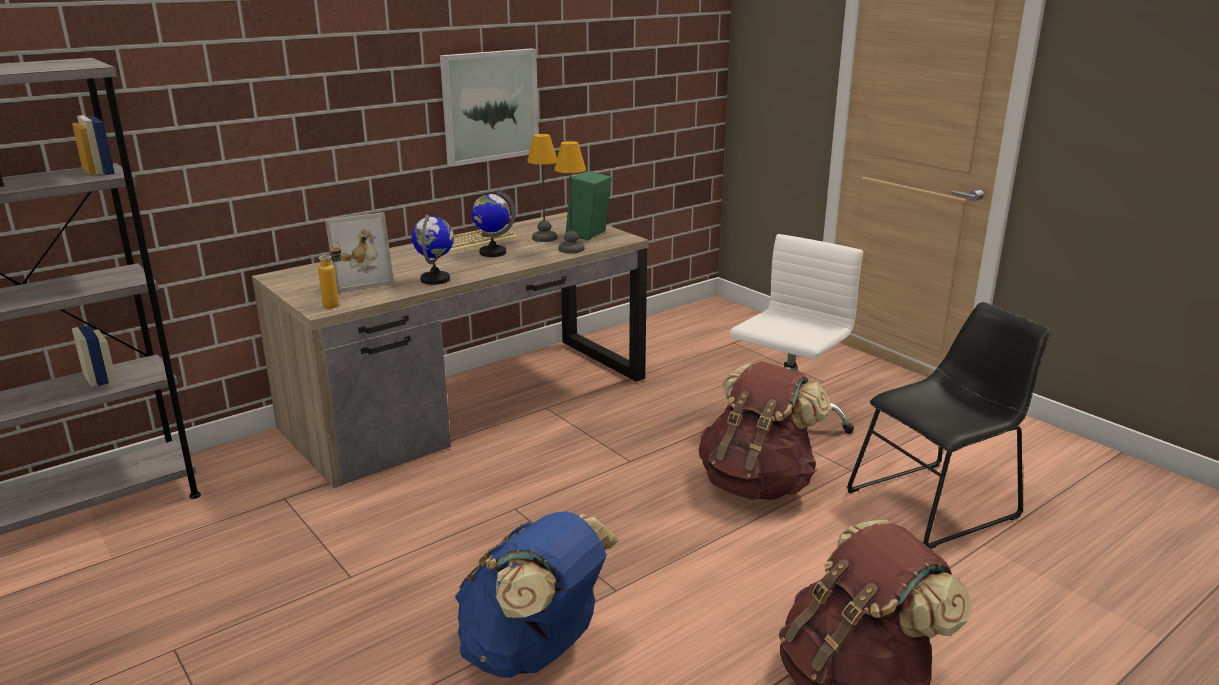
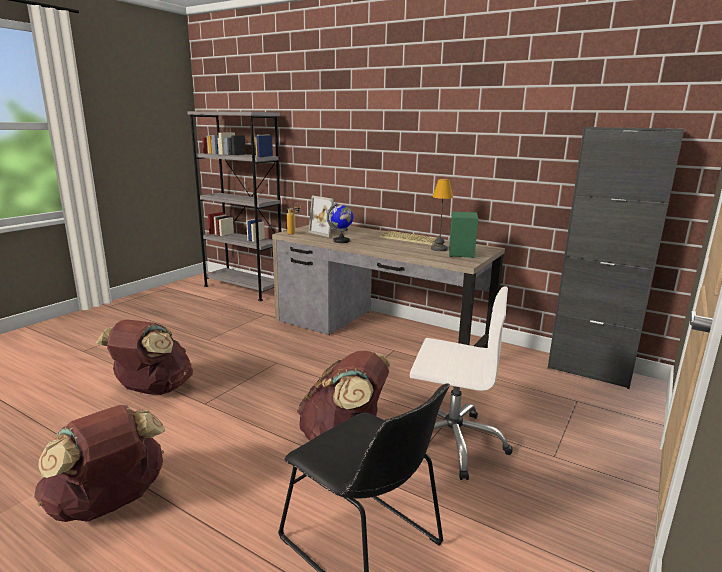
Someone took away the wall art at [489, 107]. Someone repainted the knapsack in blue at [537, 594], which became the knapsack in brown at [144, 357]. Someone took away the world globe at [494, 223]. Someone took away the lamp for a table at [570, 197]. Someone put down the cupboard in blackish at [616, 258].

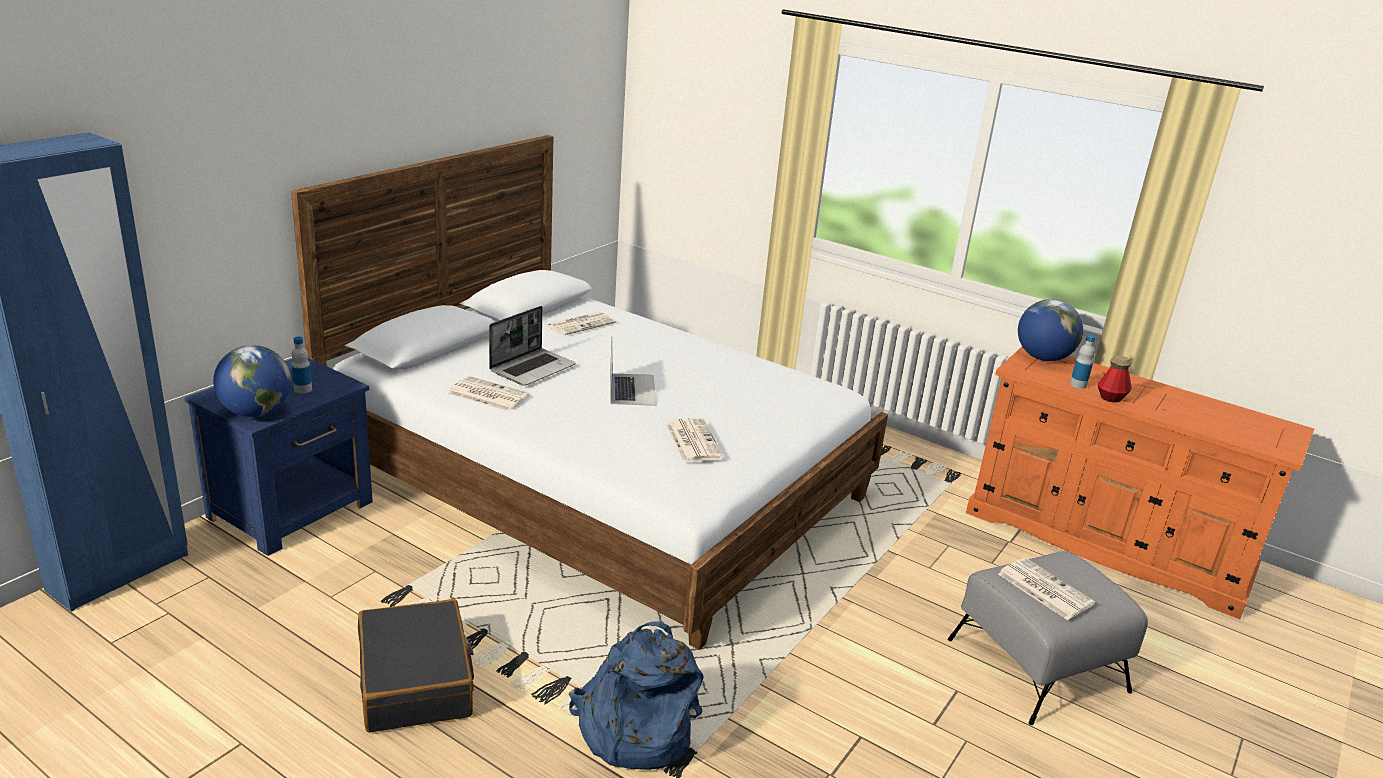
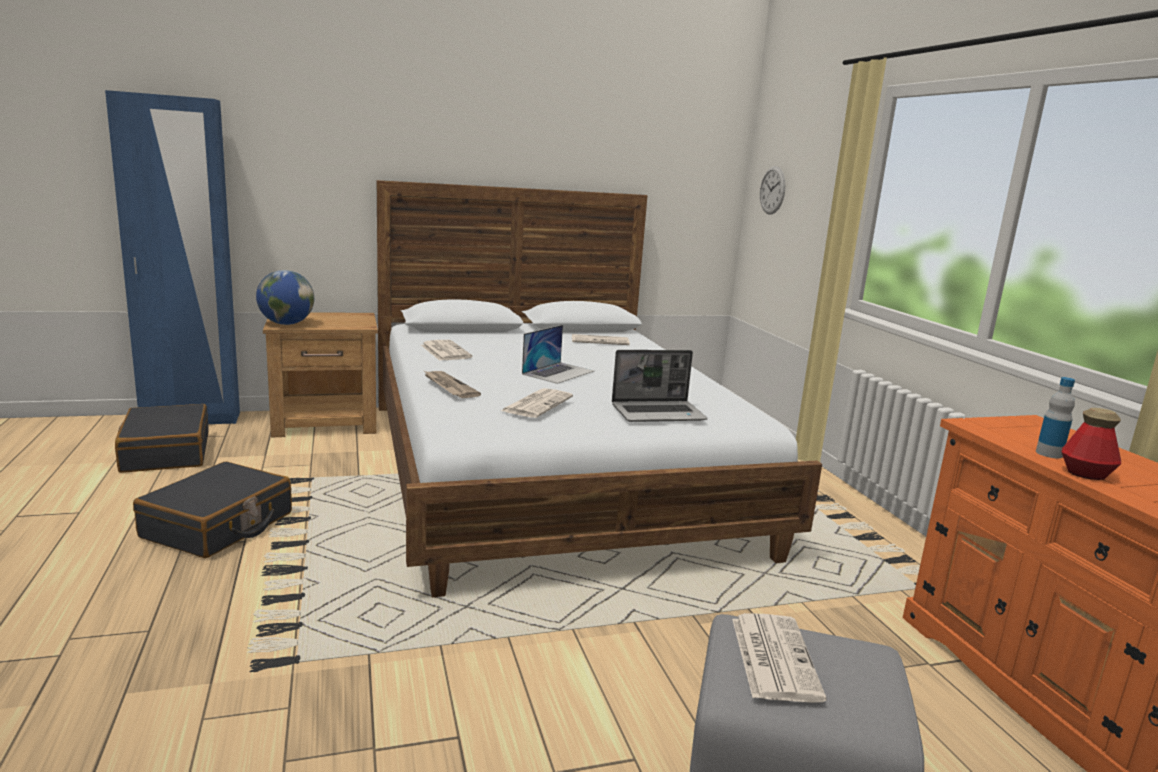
Someone repainted the bedside table in blue at [279, 457], which became the bedside table in brown at [320, 375]. Someone took away the bottle at [301, 365]. Someone carried the portable computer from [532, 346] to [660, 386]. Someone took away the knapsack in blue at [636, 695]. Someone took away the world globe at [1050, 330]. Someone put down the suitcase in blackish at [161, 438]. Someone put down the printed paper at [452, 384]. Someone put up the wall clock at [773, 190].

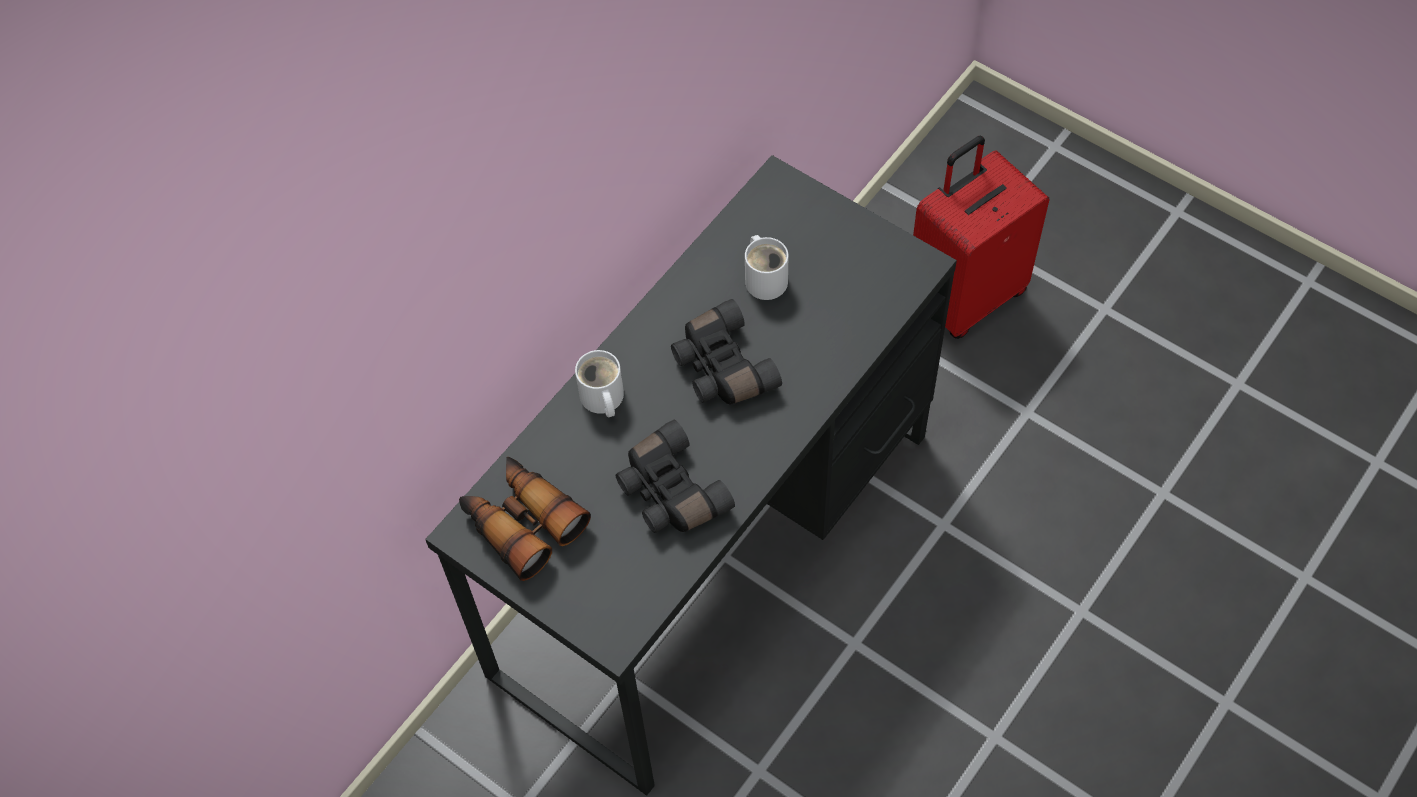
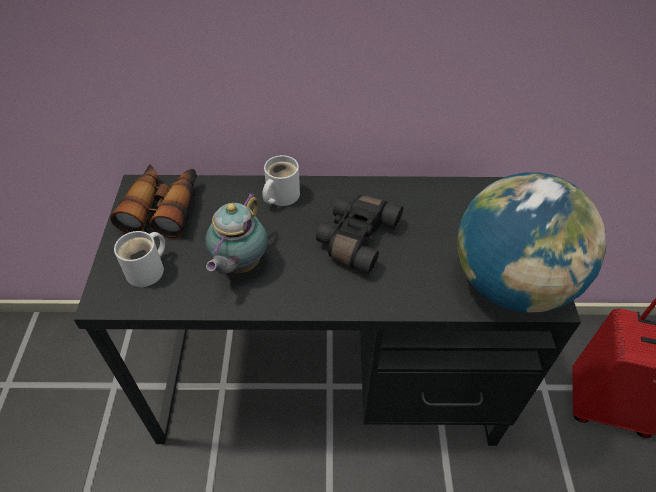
Someone swapped the pair of binoculars in blackish at [675, 476] for the teapot at [237, 233]. Someone carried the coffee mug in white from [767, 267] to [139, 259]. Someone put down the world globe at [531, 242].

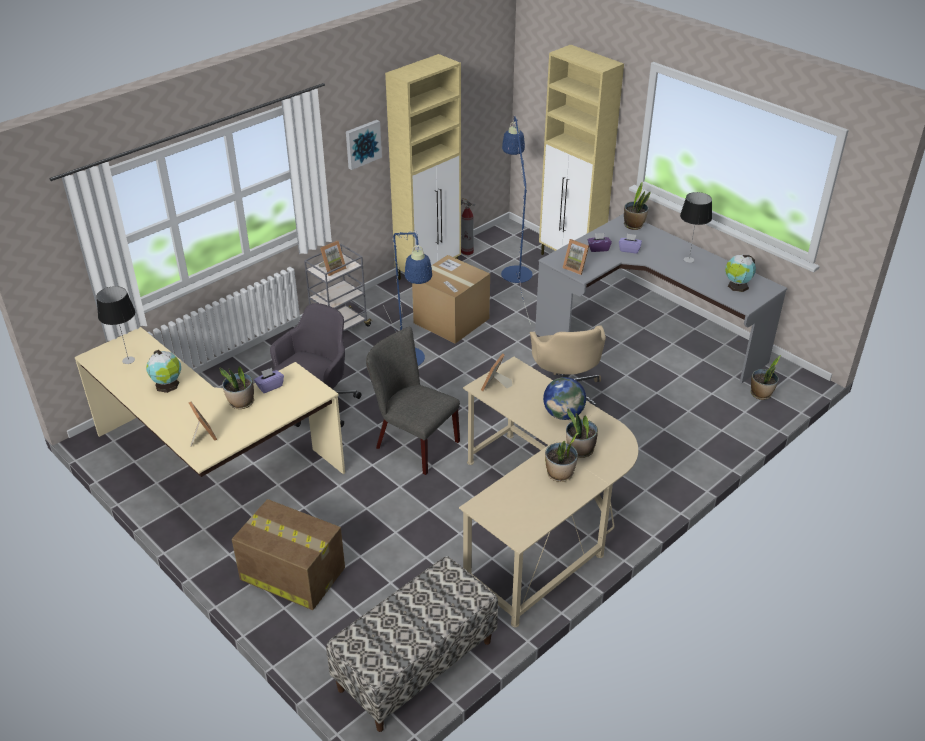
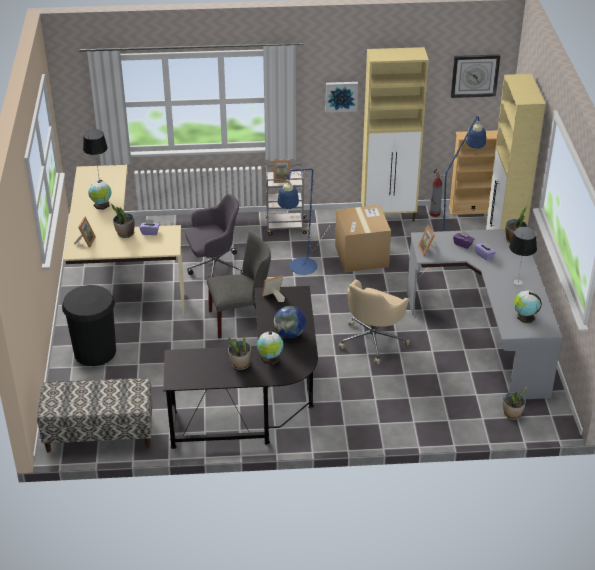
Someone swapped the cardboard box at [288, 554] for the trash can in blackish at [89, 325]. Someone rotated the chair in greyish at [413, 401] by 90 degrees clockwise. Someone repainted the desk unit in beige at [548, 492], which became the desk unit in blackish at [240, 367]. Someone swapped the potted plant at [582, 433] for the world globe at [269, 347]. Someone put down the bookshelf in beige at [473, 172]. Someone put up the wall clock at [475, 76].

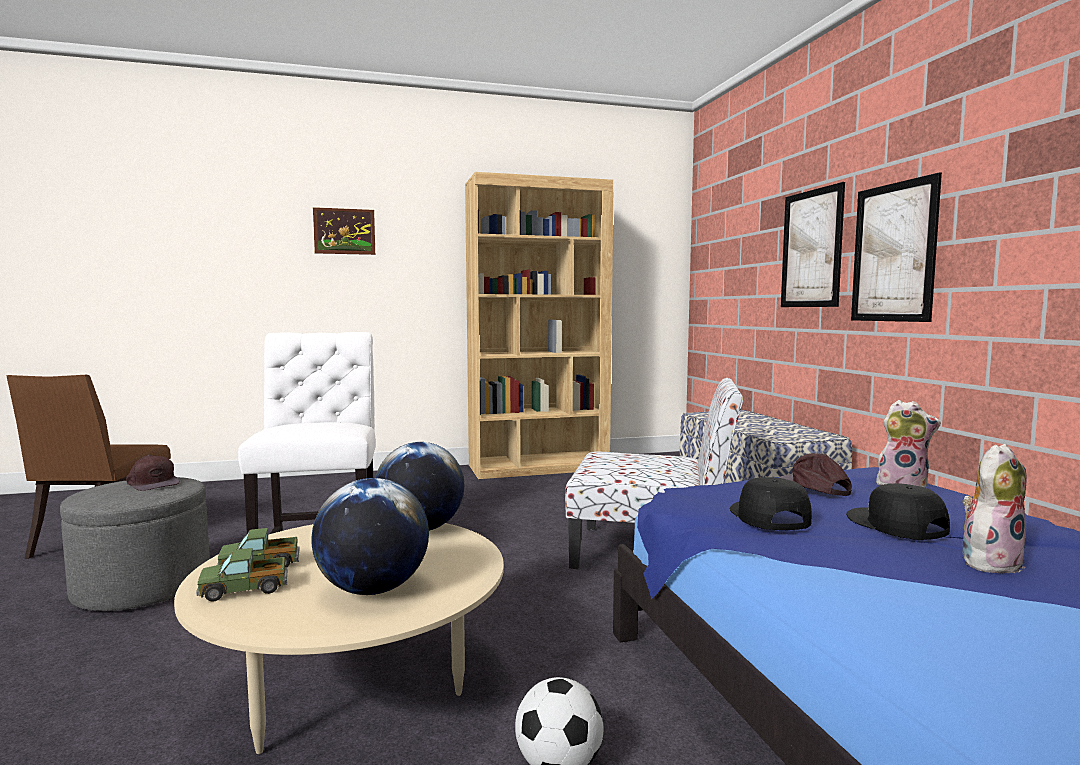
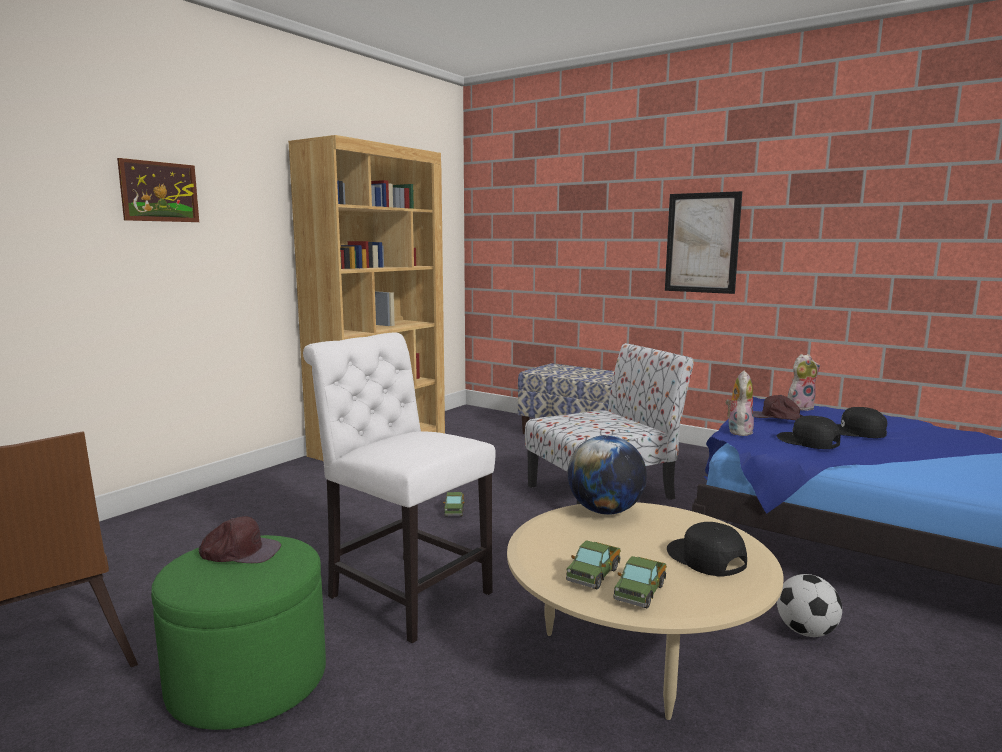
Someone repainted the footrest in greyish at [135, 544], which became the footrest in green at [238, 632]. Someone swapped the world globe at [370, 536] for the baseball cap in blackish at [707, 549]. Someone took away the wall art at [813, 244]. Someone carried the soft toy from [994, 508] to [740, 403]. Someone put down the toy lorry at [454, 504].

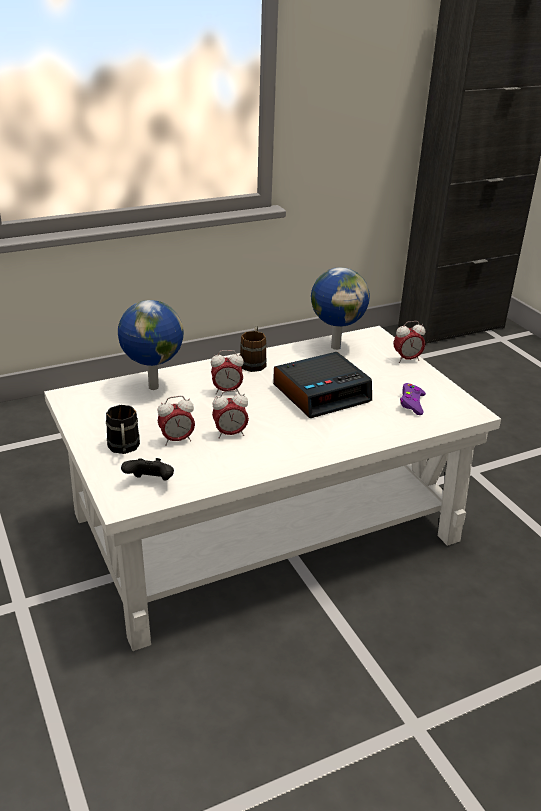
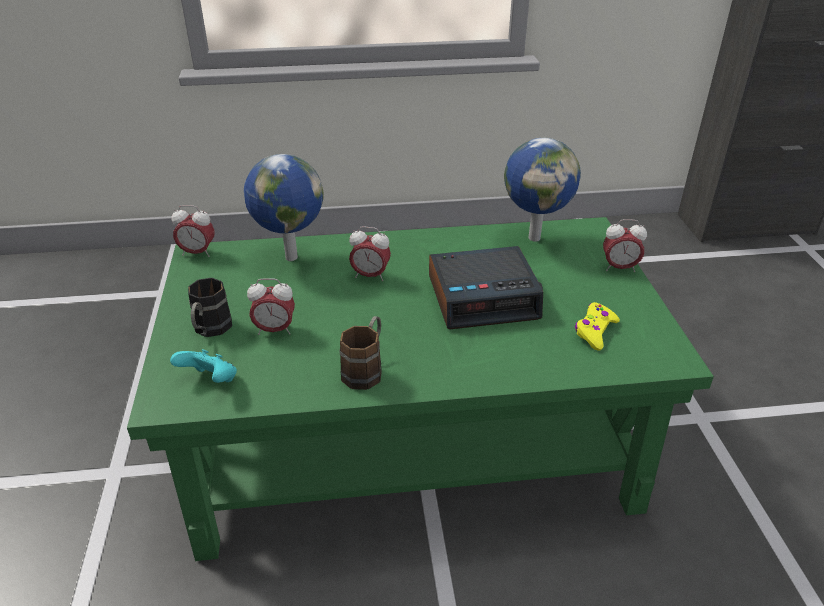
Someone repainted the low table in white at [272, 488], which became the low table in green at [420, 389]. Someone repainted the gamepad in blackish at [147, 469], which became the gamepad in turquoise at [203, 366]. Someone carried the alarm clock from [230, 414] to [193, 231]. Someone carried the coffee mug in brown from [253, 349] to [361, 353]. Someone repainted the gamepad in purple-coloured at [413, 399], which became the gamepad in yellowish at [597, 326].

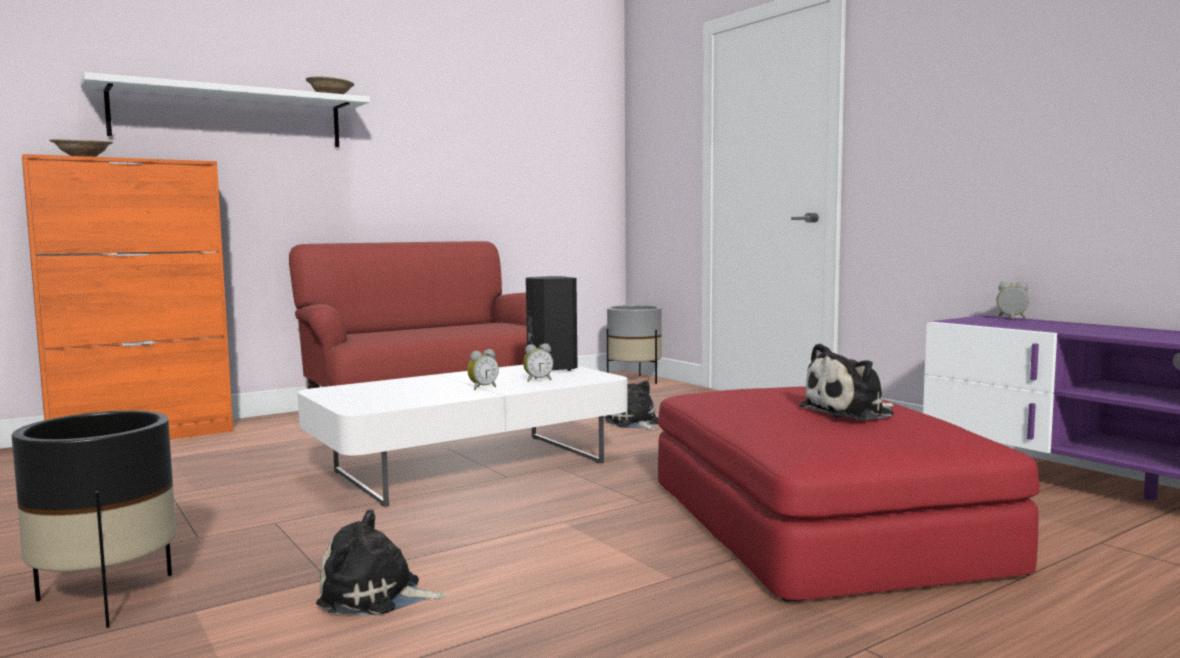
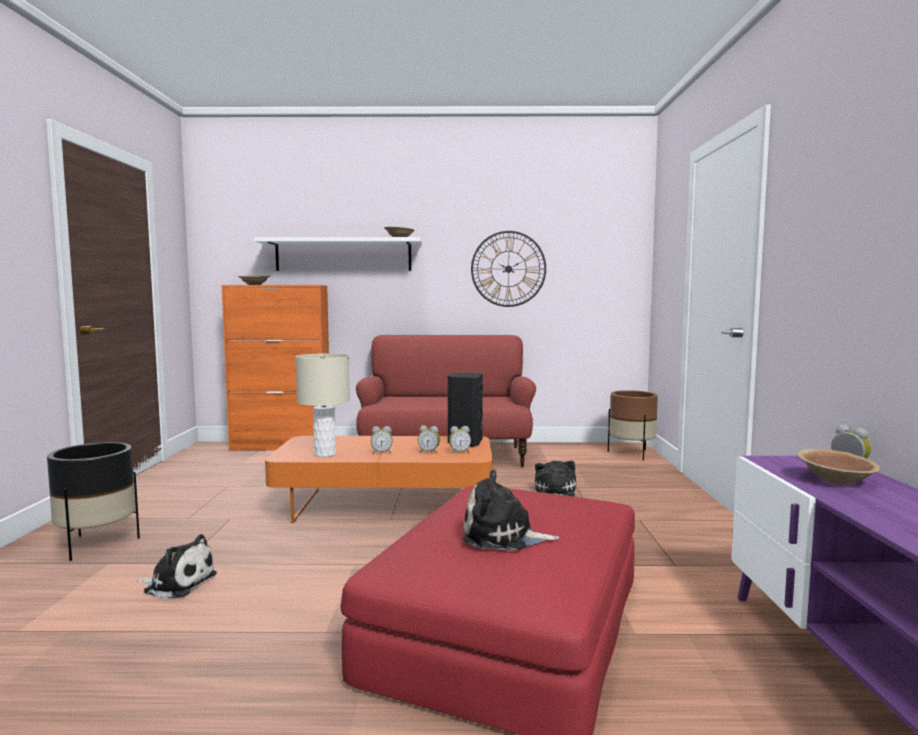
Someone repainted the low table in white at [463, 436], which became the low table in orange at [379, 479]. Someone rotated the soft toy at [381, 562] by 150 degrees clockwise. Someone repainted the plant pot in greyish at [634, 344], which became the plant pot in brown at [633, 425]. Someone put down the lamp for a table in beige at [323, 405]. Someone put down the alarm clock at [460, 440]. Someone put up the wall clock at [508, 269]. Someone put down the serving bowl in brown at [838, 467].

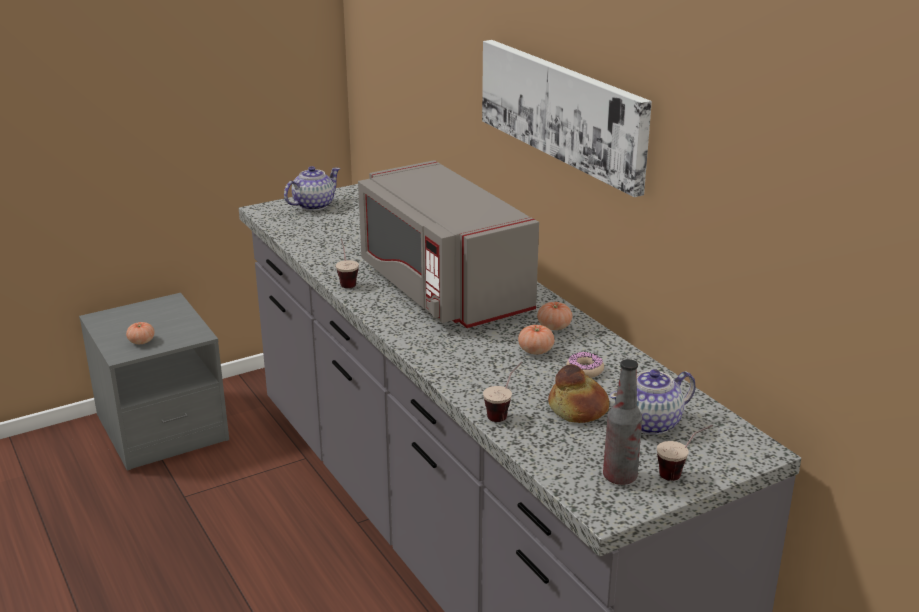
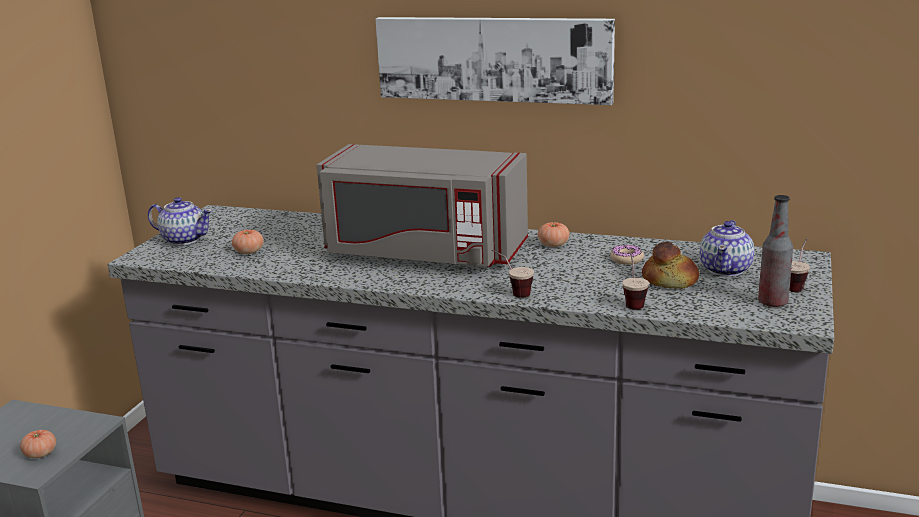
Someone rotated the teapot at [312, 188] by 105 degrees clockwise. Someone carried the small cup from [347, 263] to [513, 273]. Someone carried the tomato from [536, 340] to [248, 242].

